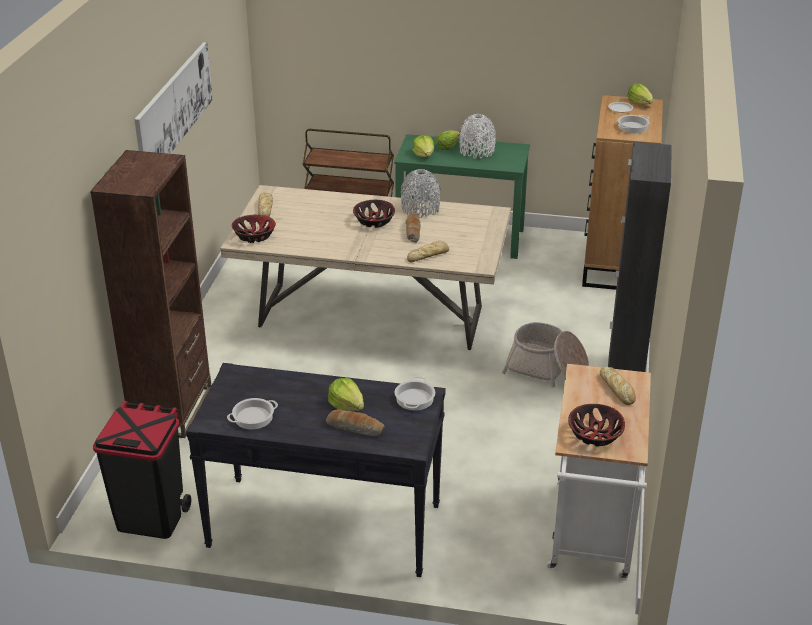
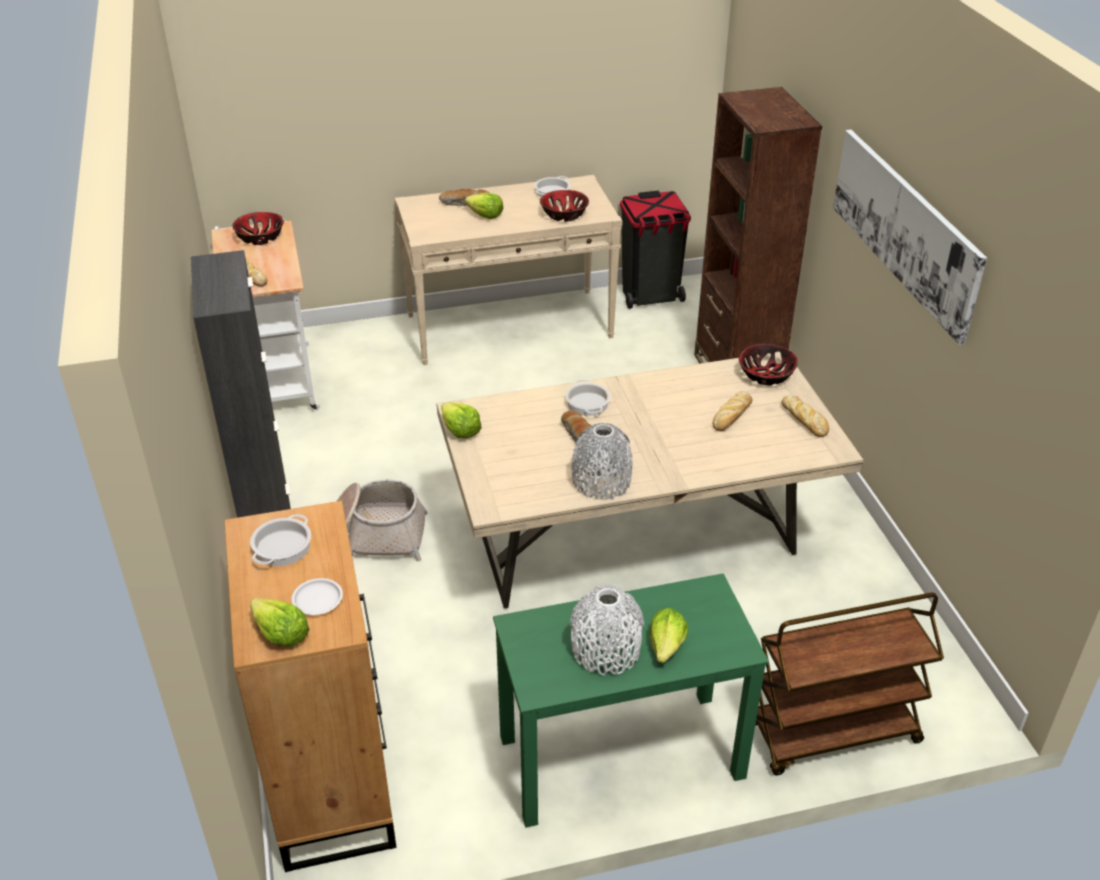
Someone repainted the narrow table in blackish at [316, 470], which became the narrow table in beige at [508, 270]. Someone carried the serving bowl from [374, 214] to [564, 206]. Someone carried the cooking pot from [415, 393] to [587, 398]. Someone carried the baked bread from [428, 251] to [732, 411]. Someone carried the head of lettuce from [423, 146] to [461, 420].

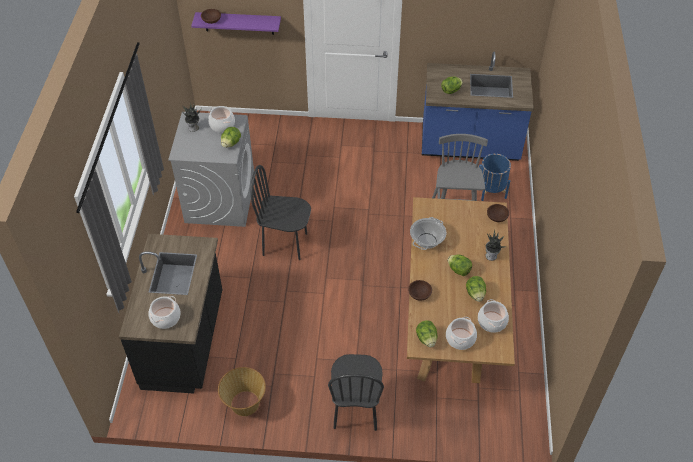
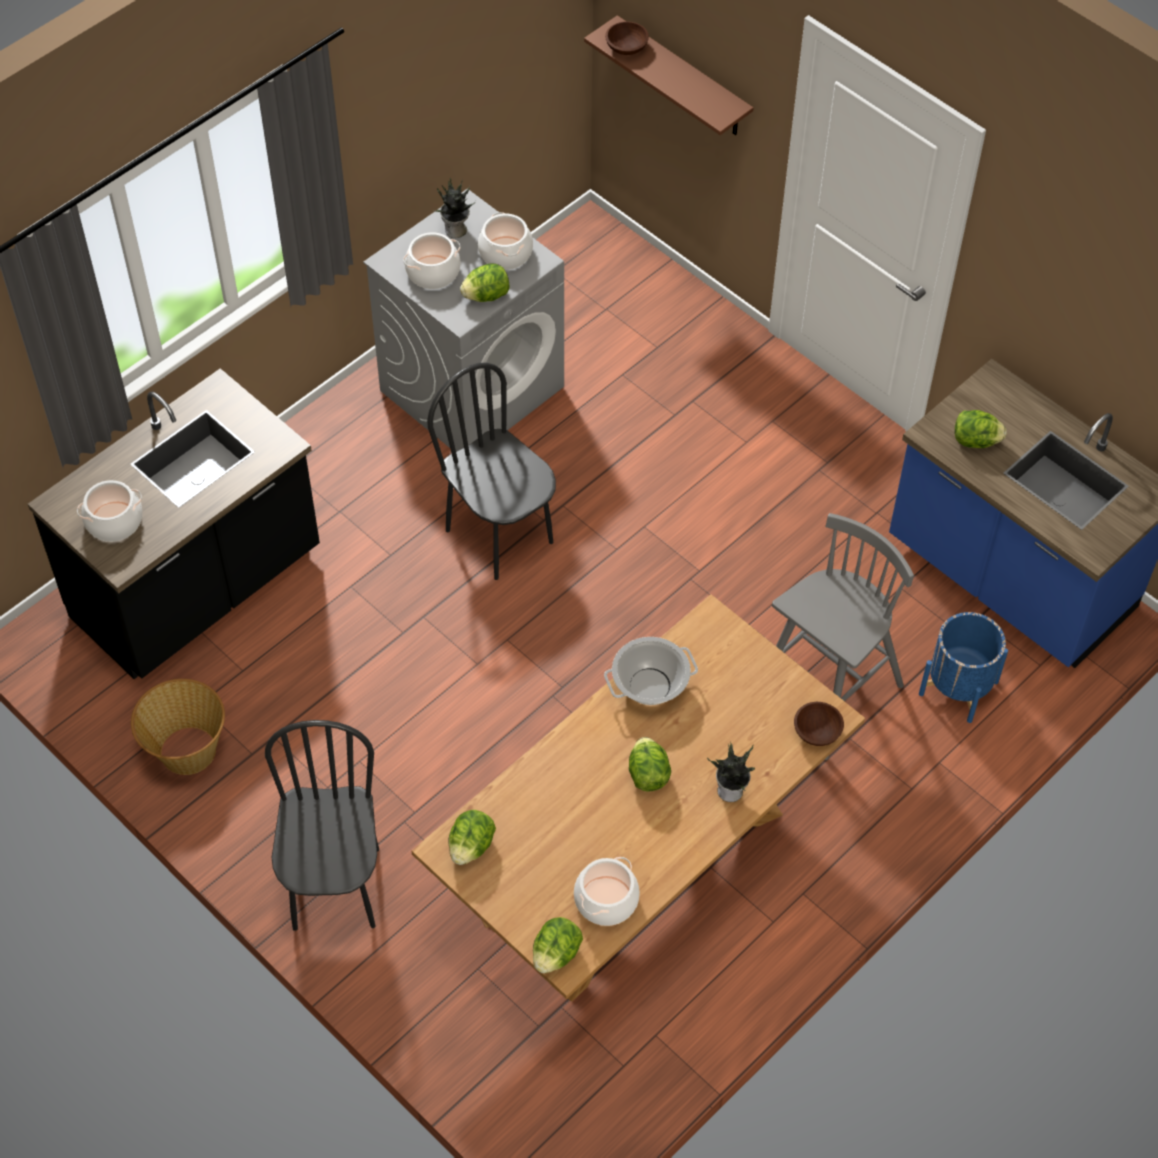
Someone repainted the shelf in purple-coloured at [236, 23], which became the shelf in brown at [668, 75]. Someone rotated the chair in blackish at [356, 392] by 135 degrees clockwise. Someone took away the serving bowl in brown at [420, 290]. Someone carried the cooking pot from [461, 333] to [431, 260]. Someone carried the head of lettuce from [476, 289] to [558, 945].

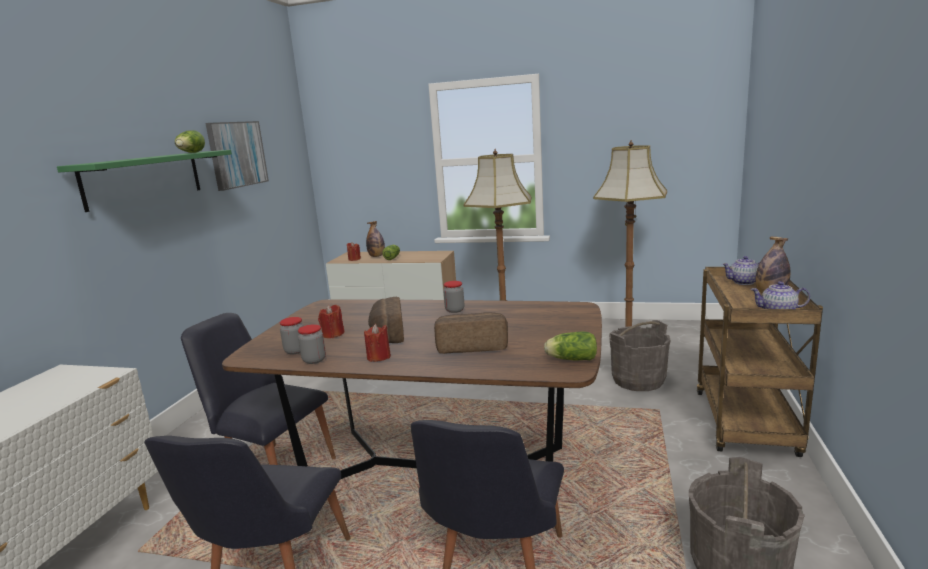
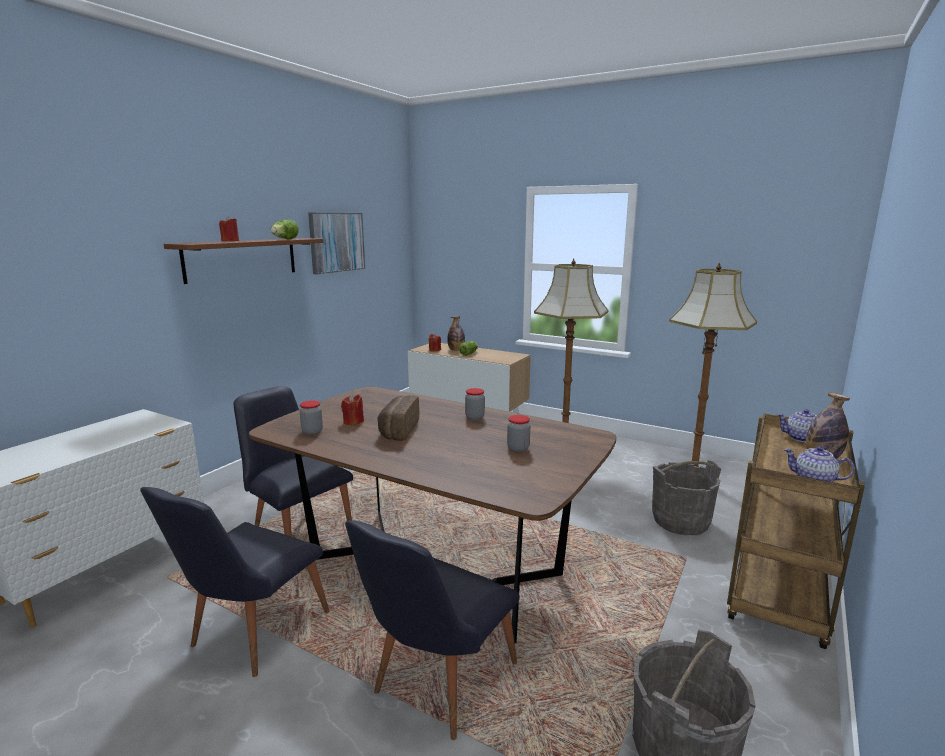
Someone repainted the shelf in green at [144, 181], which became the shelf in brown at [244, 261]. Someone carried the preserve jar from [312, 344] to [518, 433]. Someone carried the wax candle in red from [377, 343] to [229, 228]. Someone took away the baked bread at [471, 333]. Someone took away the head of lettuce at [570, 346].

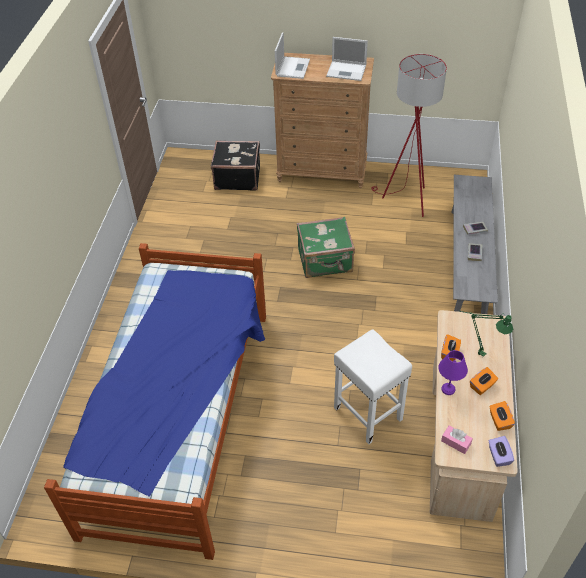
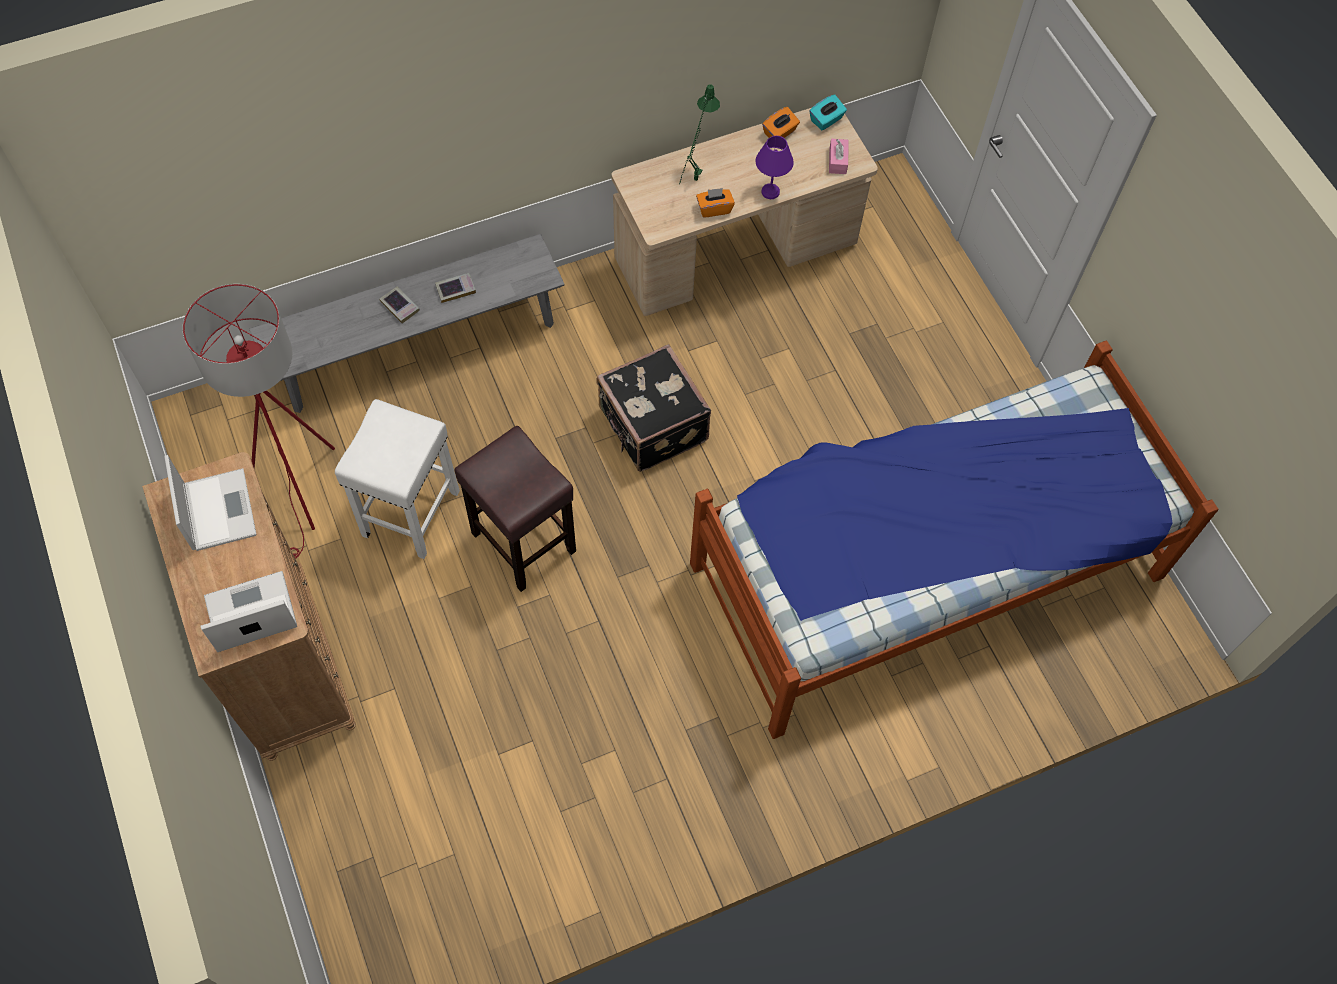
Someone carried the suitcase in blackish from [235, 166] to [654, 408]. Someone swapped the suitcase in green at [326, 247] for the stool seat in brown at [515, 509]. Someone carried the stool seat in white from [373, 386] to [397, 479]. Someone took away the tissue holder in orange at [484, 381]. Someone repainted the tissue holder in purple-coloured at [501, 451], which became the tissue holder in turquoise at [828, 113].

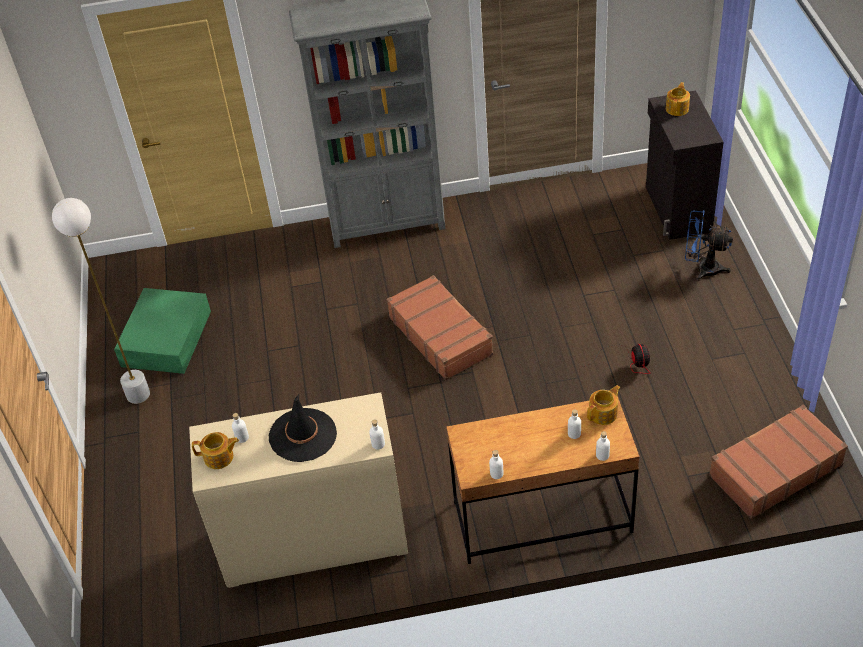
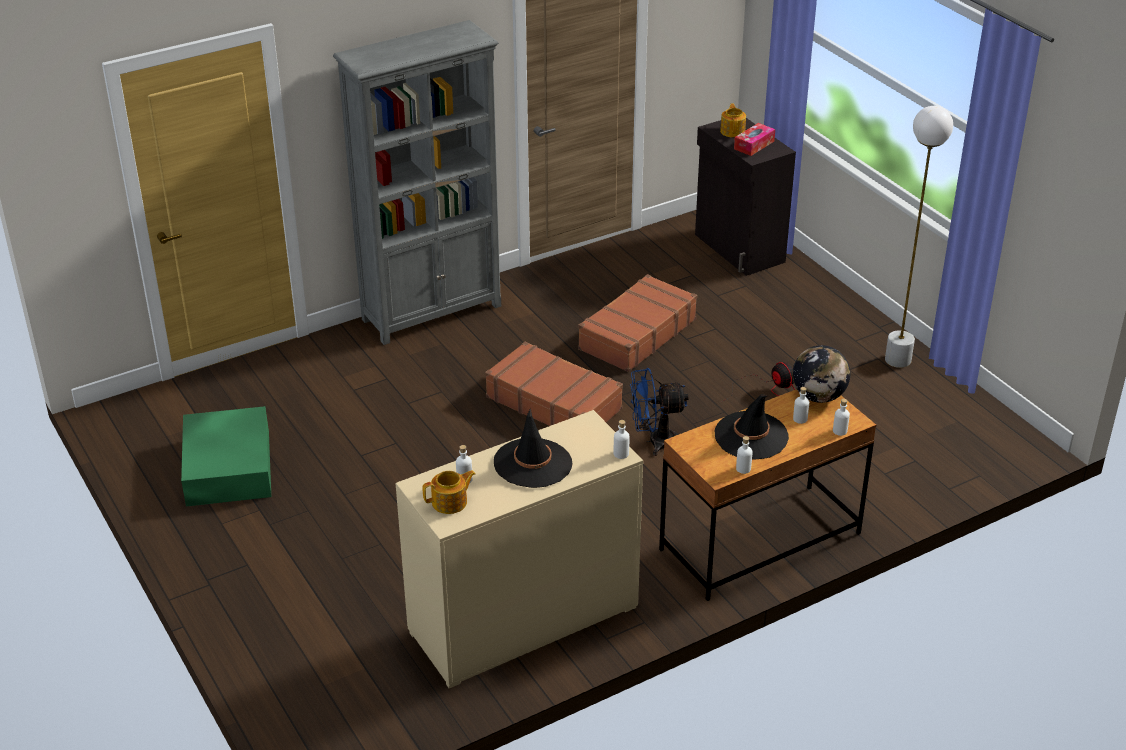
Someone carried the standard lamp in white from [101, 301] to [919, 237]. Someone swapped the teapot at [603, 405] for the world globe at [821, 374]. Someone carried the electric fan in blue from [709, 245] to [659, 412]. Someone carried the suitcase in brown from [778, 462] to [637, 323]. Someone put down the wearable hat in blackish at [752, 426]. Someone put down the tissue holder at [754, 139].

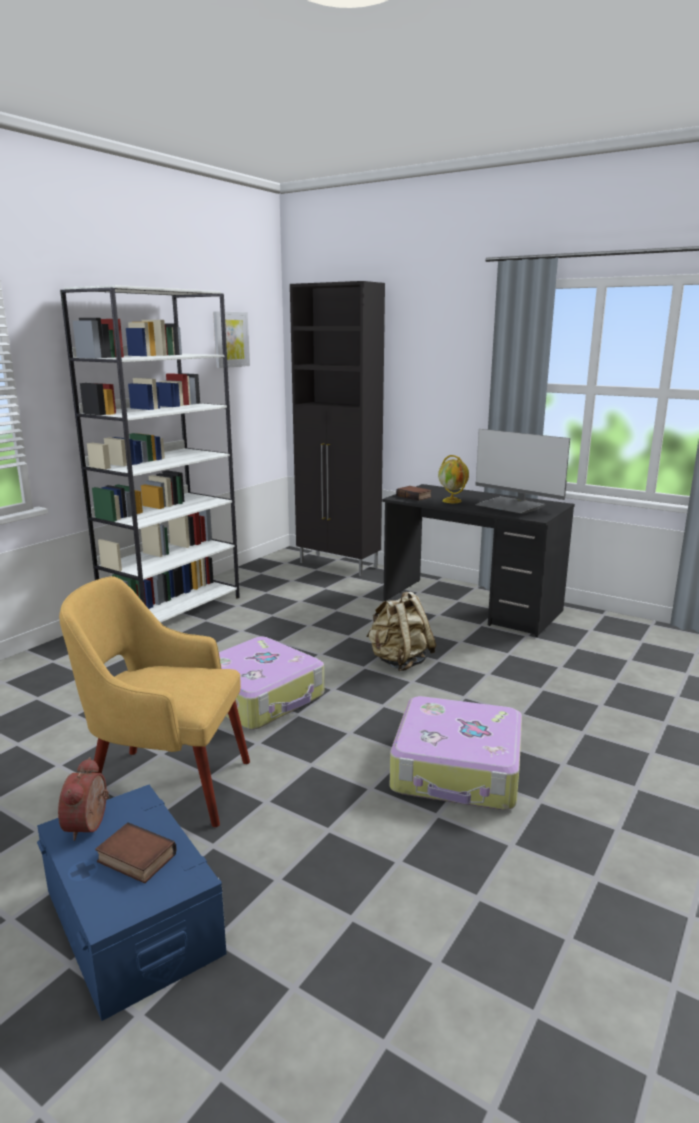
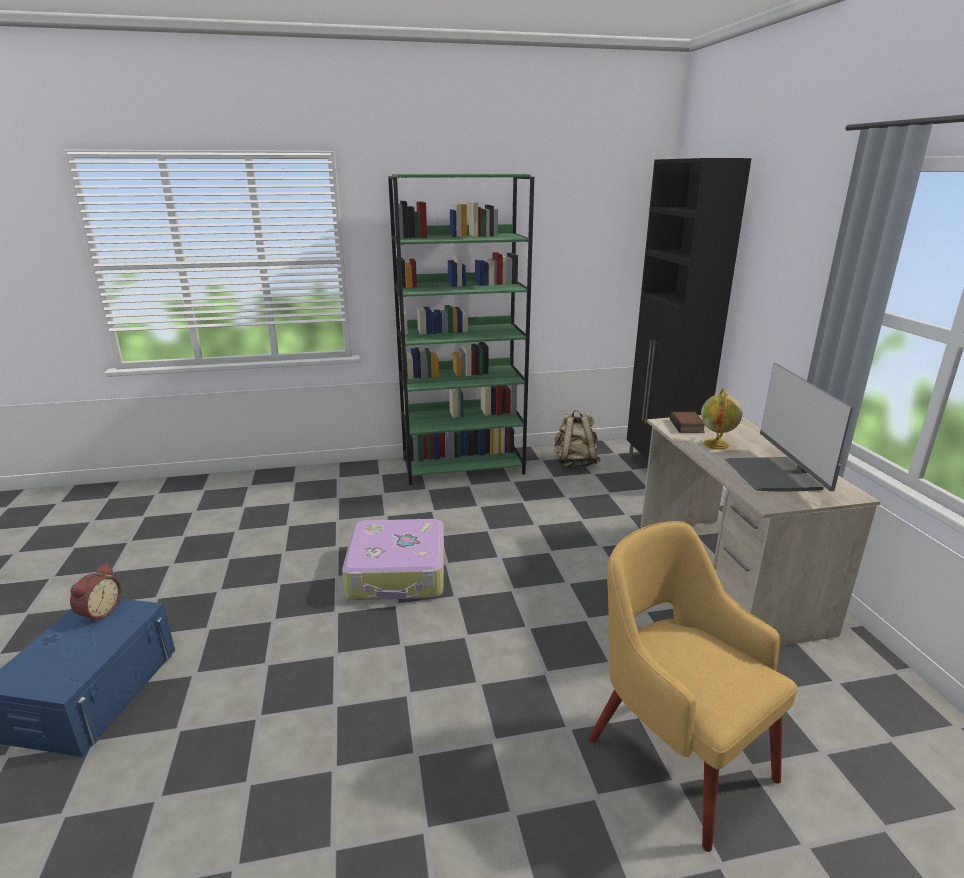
Someone rotated the alarm clock at [83, 799] by 150 degrees clockwise. Someone carried the armchair in yellowish from [154, 701] to [693, 686]. Someone repainted the bookshelf in white at [150, 454], which became the bookshelf in green at [461, 329]. Someone took away the volume at [136, 852]. Someone took away the wall art at [231, 339]. Someone carried the knapsack in beige from [401, 631] to [577, 438]. Someone repainted the desk unit in blackish at [478, 560], which became the desk unit in beige at [760, 530]. Someone took away the suitcase at [456, 753].

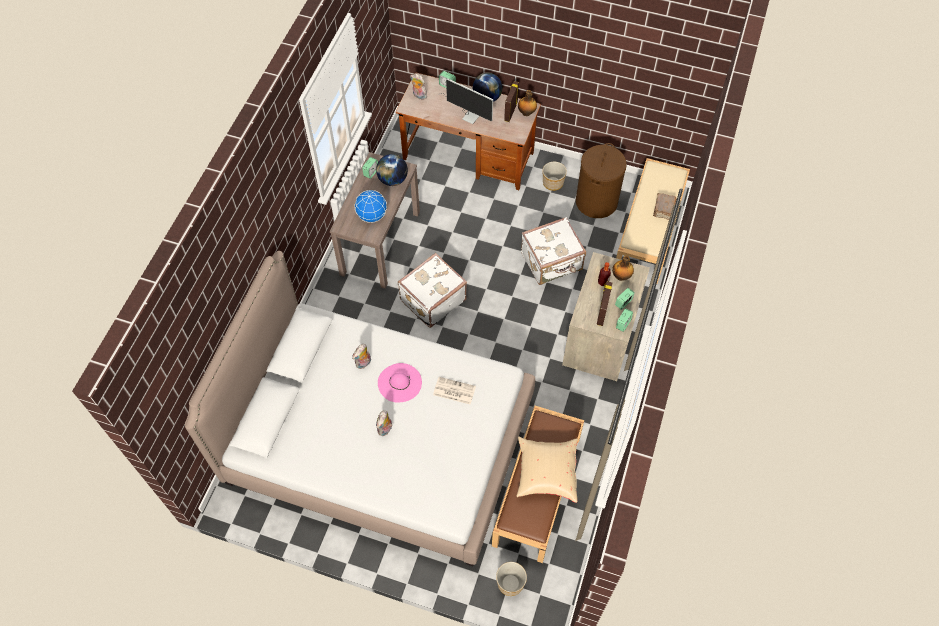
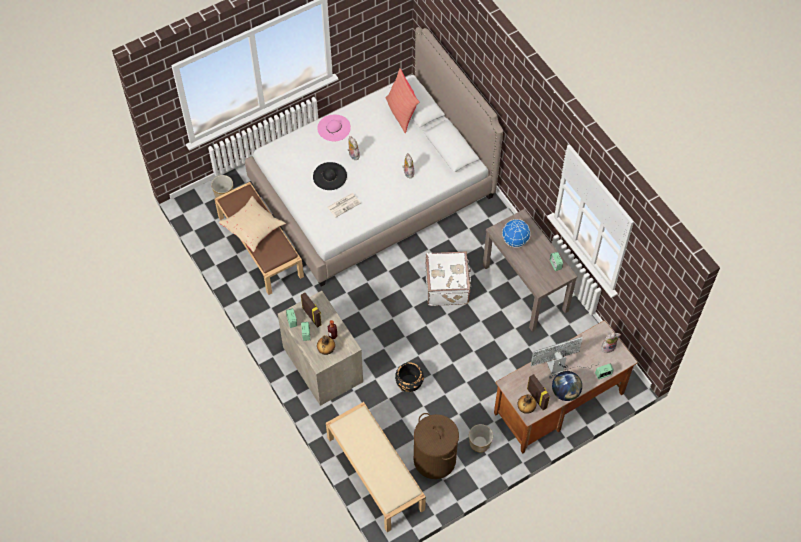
Someone took away the world globe at [392, 170]. Someone carried the wearable hat in pink from [400, 382] to [334, 128]. Someone swapped the suitcase in white at [553, 251] for the plant pot in blackish at [409, 377]. Someone took away the volume in brown at [664, 206]. Someone put down the wearable hat in blackish at [330, 176]. Someone put down the throw pillow in red at [403, 100].

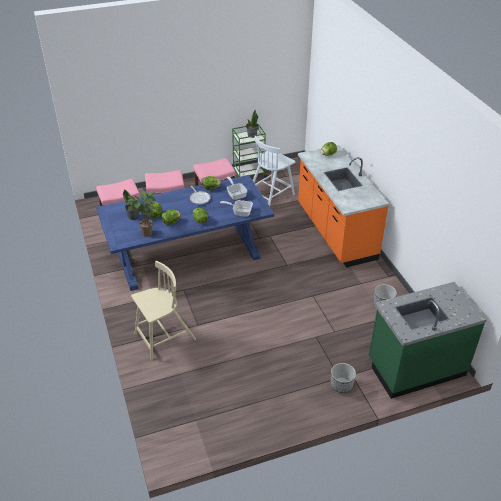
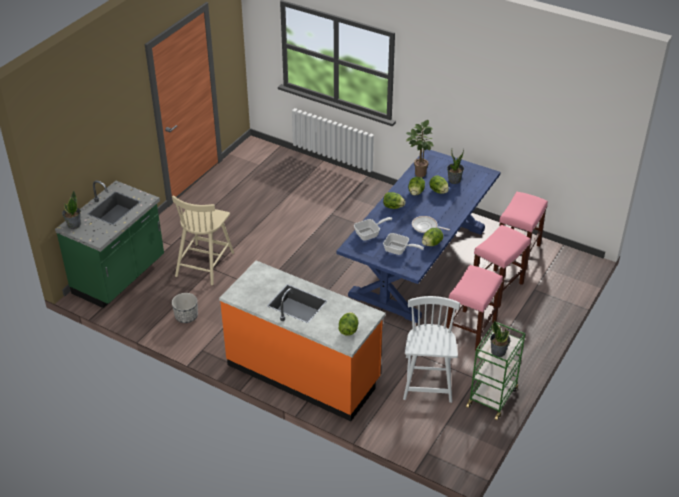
Someone carried the chair in beige from [163, 310] to [203, 240]. Someone took away the plant pot at [343, 378]. Someone put down the potted plant at [71, 210].

